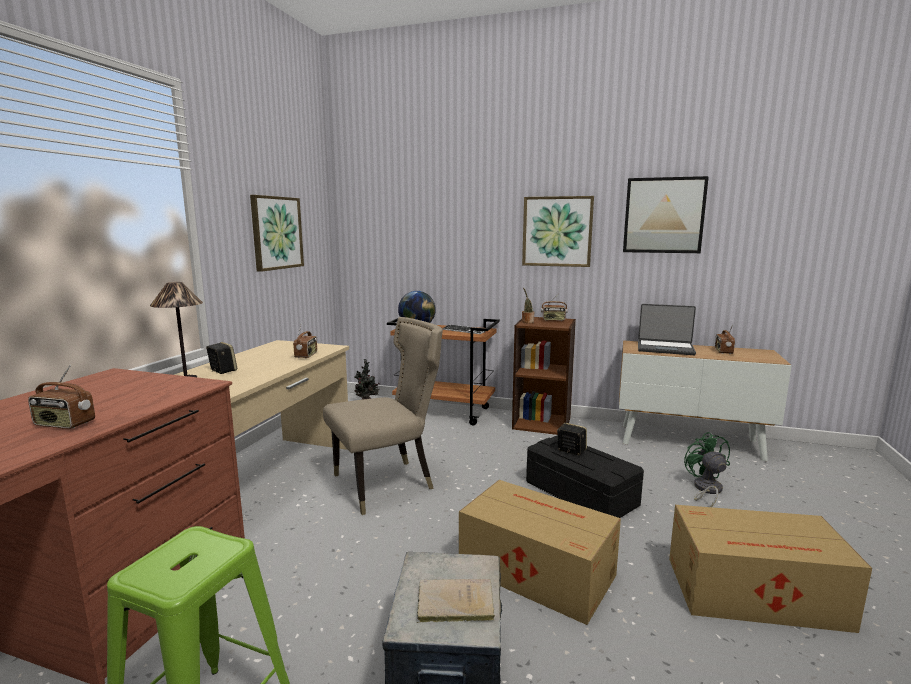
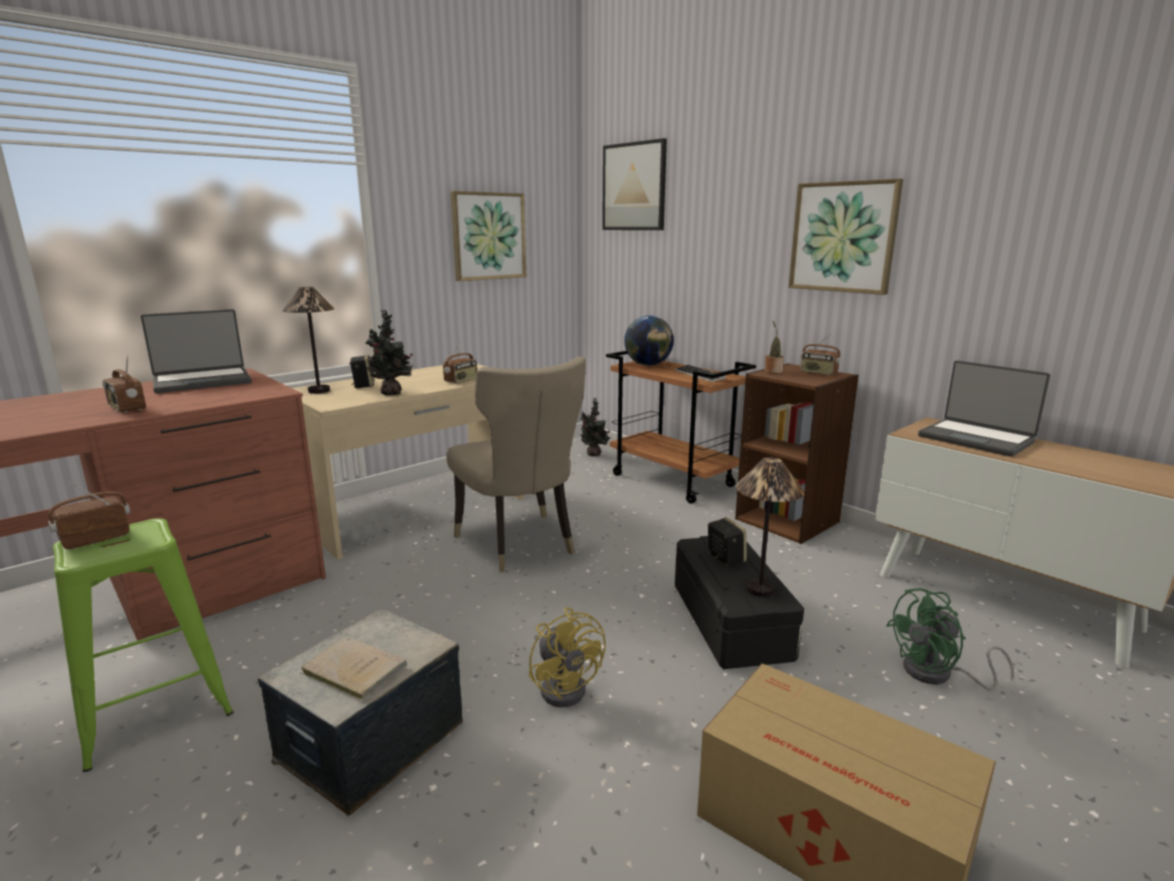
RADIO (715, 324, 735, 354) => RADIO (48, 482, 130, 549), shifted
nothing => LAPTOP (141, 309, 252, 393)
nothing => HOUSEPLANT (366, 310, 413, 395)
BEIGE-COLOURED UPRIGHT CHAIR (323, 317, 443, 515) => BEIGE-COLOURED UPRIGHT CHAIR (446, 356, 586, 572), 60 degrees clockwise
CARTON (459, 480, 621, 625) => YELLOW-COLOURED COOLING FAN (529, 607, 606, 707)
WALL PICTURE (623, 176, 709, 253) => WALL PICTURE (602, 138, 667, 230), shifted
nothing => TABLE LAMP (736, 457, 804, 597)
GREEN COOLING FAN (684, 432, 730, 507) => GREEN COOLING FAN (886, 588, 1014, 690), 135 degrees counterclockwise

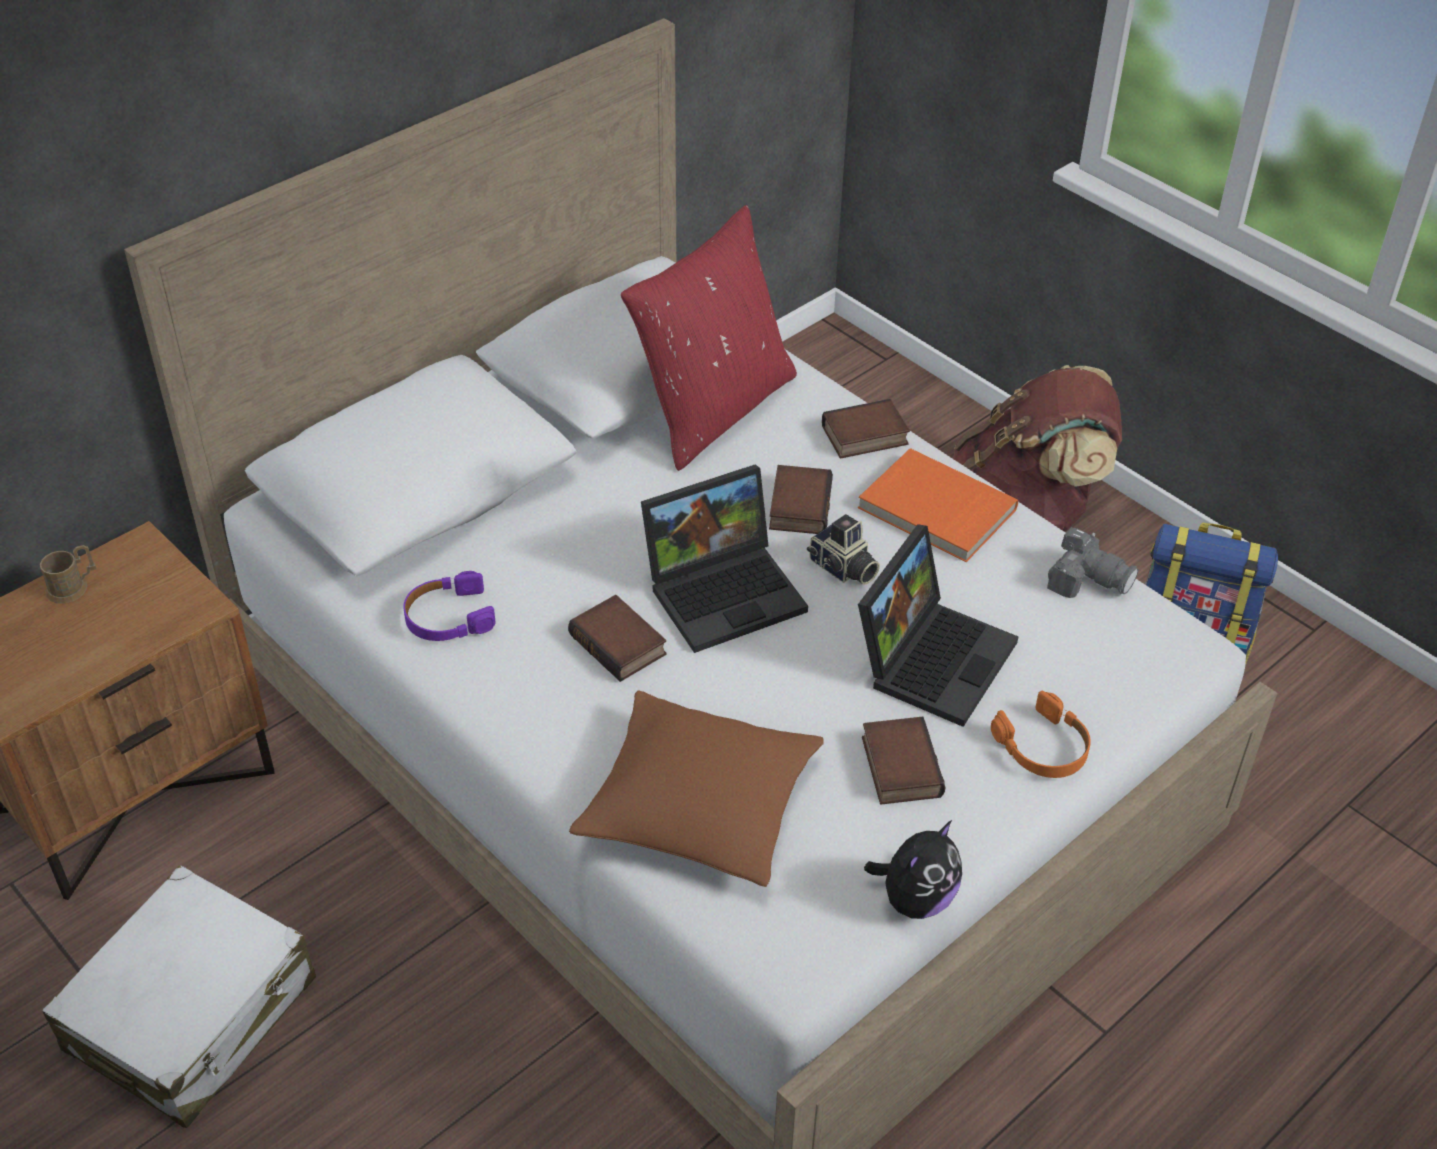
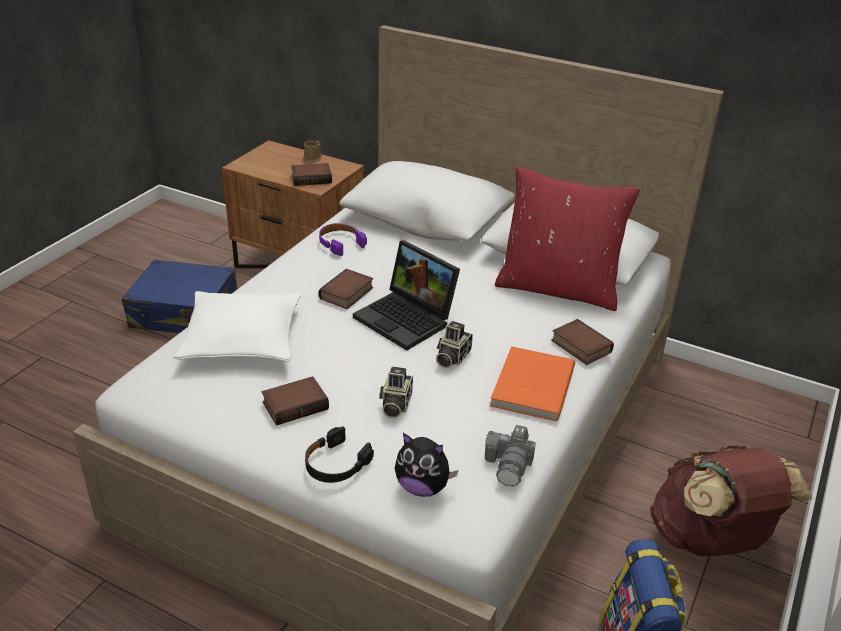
WHITE PIECE OF LUGGAGE (42, 865, 316, 1128) => BLUISH PIECE OF LUGGAGE (122, 260, 238, 334)
BROWNISH CUSHION (569, 690, 824, 887) => WHITE CUSHION (173, 291, 301, 362)
BOUND BOOK (769, 465, 833, 534) => BOUND BOOK (291, 163, 332, 186), shifted
ORANGE HEADPHONES (991, 691, 1091, 778) => BLACK HEADPHONES (305, 426, 374, 483)
LAPTOP (858, 524, 1018, 727) => STILL CAMERA (379, 366, 413, 418)
SOFT TOY (864, 820, 962, 919) => SOFT TOY (395, 433, 459, 497), shifted

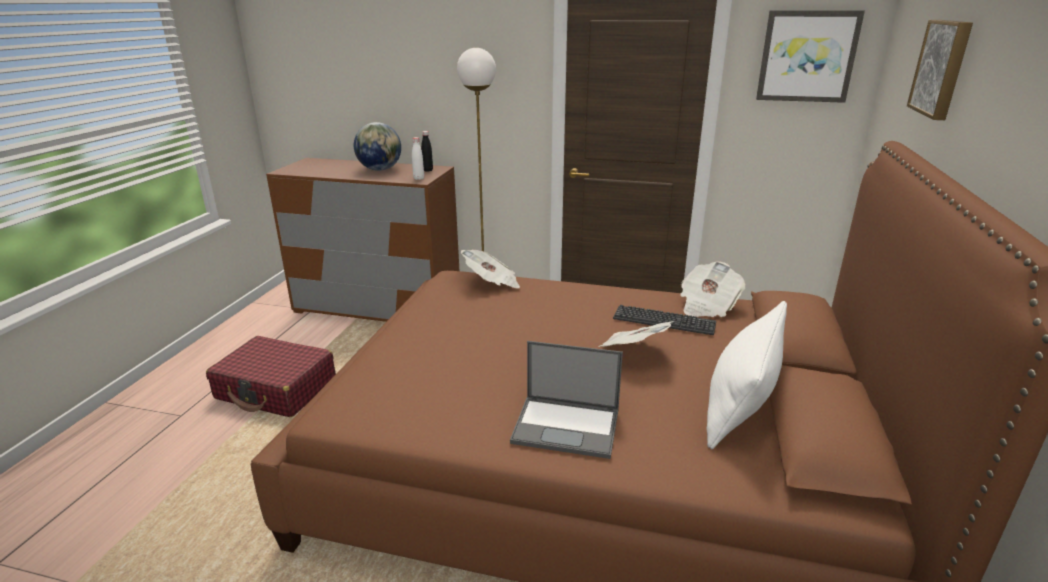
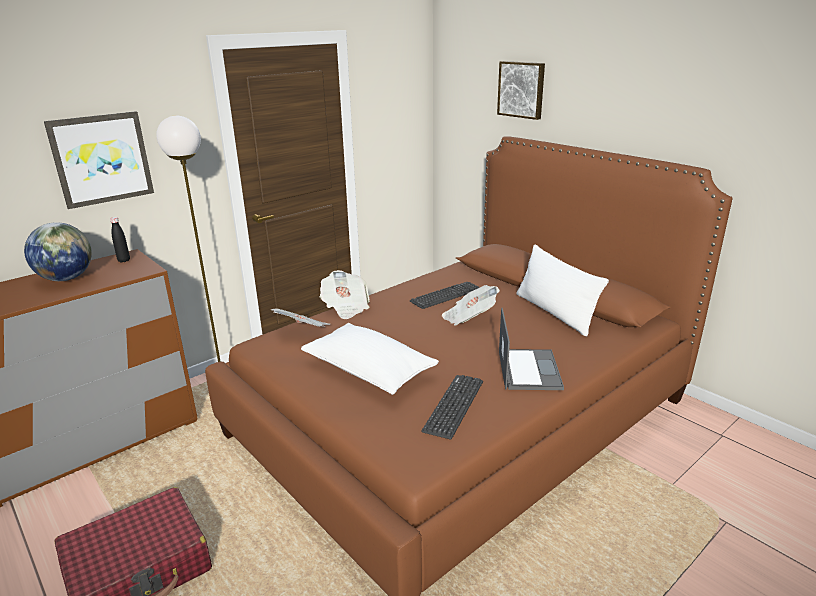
WALL PICTURE (756, 10, 865, 103) => WALL PICTURE (44, 111, 154, 209), shifted
nothing => WHITE CUSHION (301, 323, 439, 395)
DAILY PAPER (680, 261, 746, 317) => DAILY PAPER (320, 270, 370, 319), shifted
nothing => COMPUTER KEYBOARD (421, 375, 483, 439)
LAPTOP (510, 341, 623, 459) => LAPTOP (499, 308, 564, 390), 45 degrees counterclockwise
WHITE BEVERAGE BOTTLE (412, 137, 424, 180) => nothing

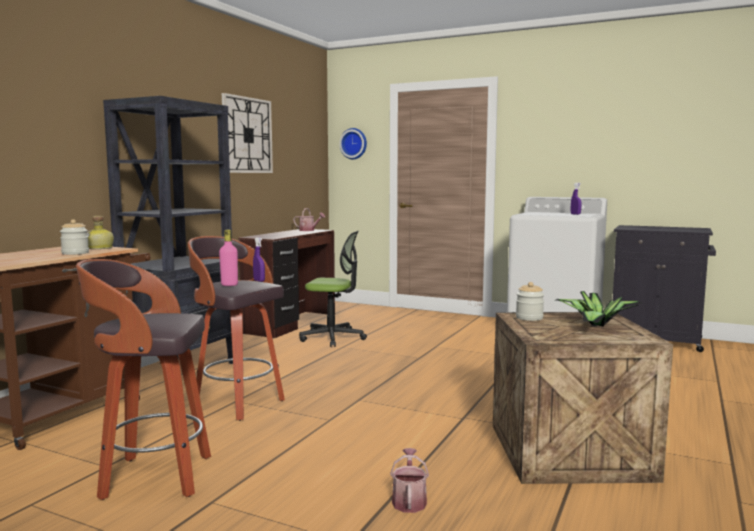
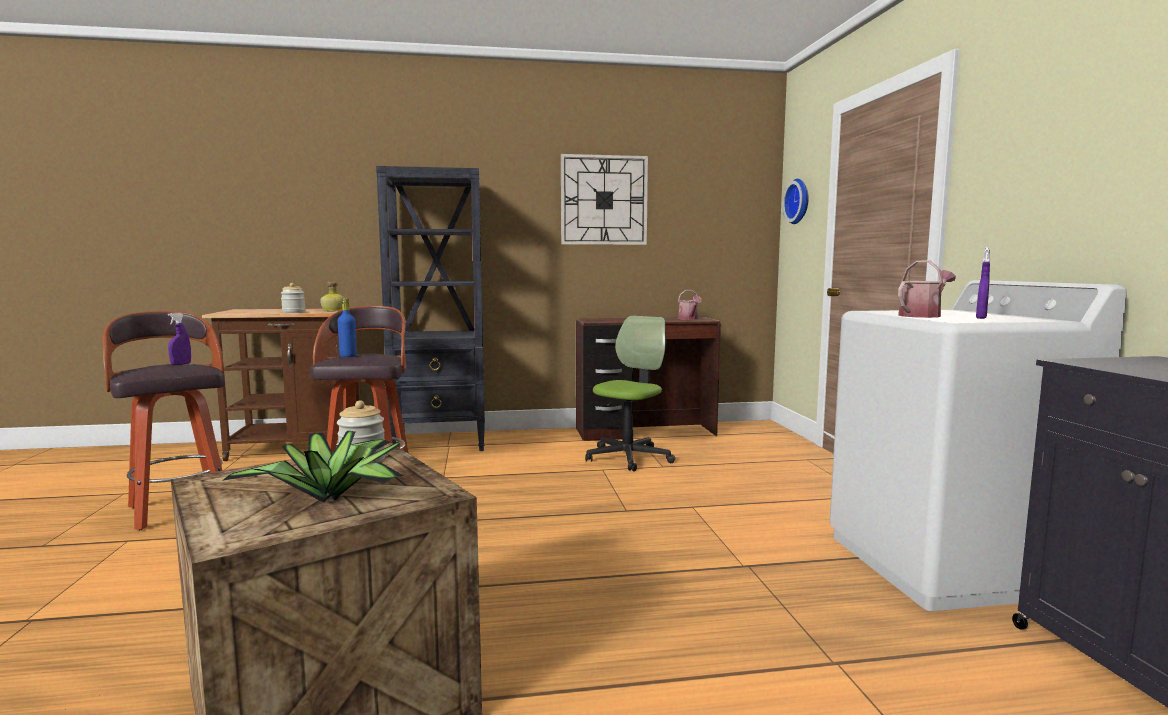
PURPLE SPRAYER (253, 237, 265, 282) => PURPLE SPRAYER (168, 313, 191, 365), shifted
PINK BEVERAGE BOTTLE (219, 230, 238, 286) => BLUISH BEVERAGE BOTTLE (337, 298, 357, 357)
OFFICE CHAIR (299, 231, 367, 347) => OFFICE CHAIR (585, 316, 676, 471), 120 degrees counterclockwise
WATERING CAN (390, 448, 429, 513) => WATERING CAN (898, 261, 956, 318), shifted

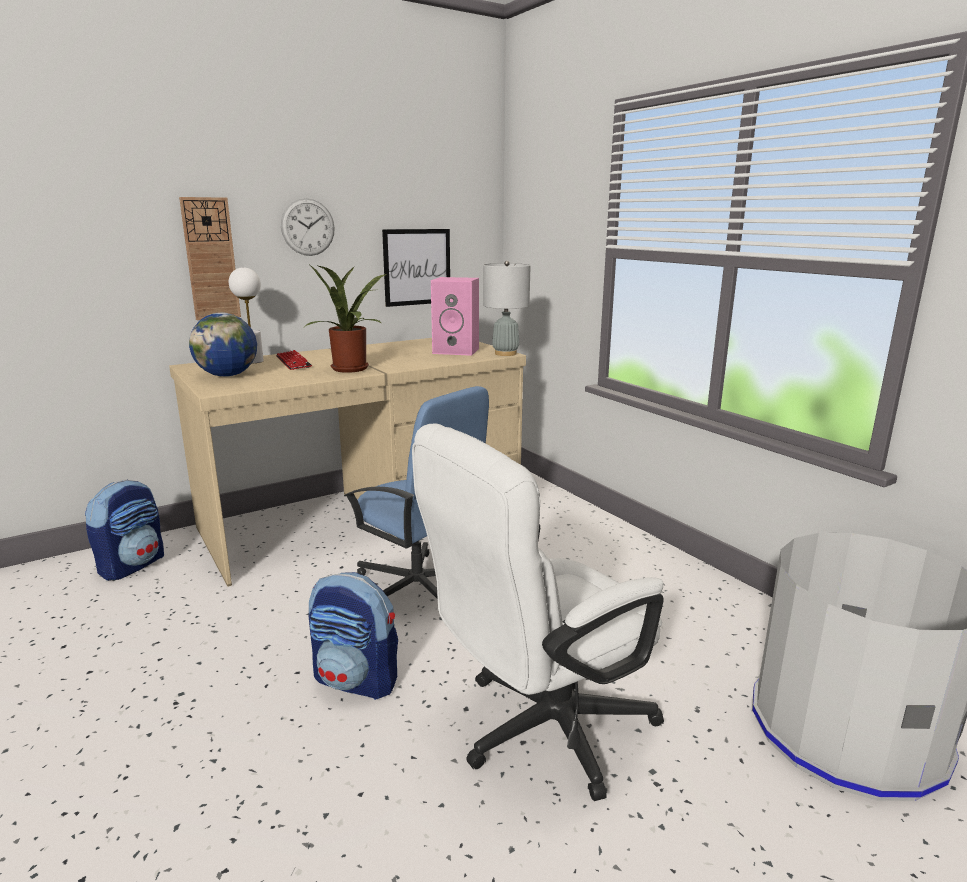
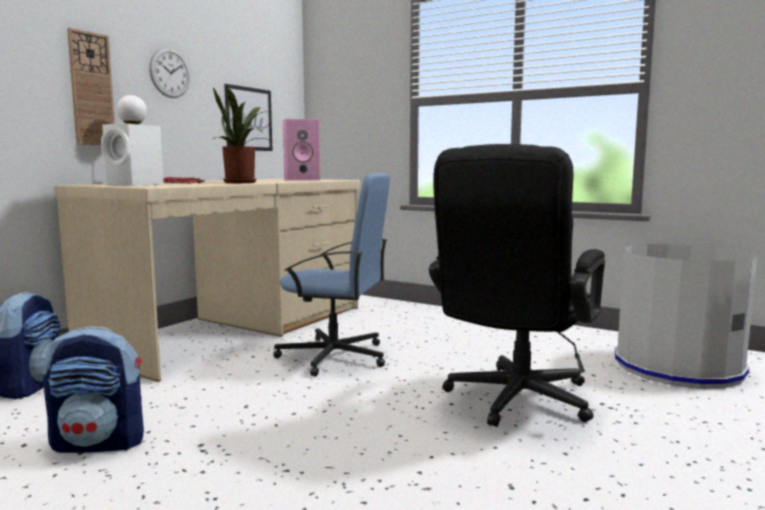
BACKPACK (309, 572, 398, 700) => BACKPACK (43, 326, 144, 453), shifted
GLOBE (189, 313, 257, 377) => WHITE AUDIO SPEAKER (101, 123, 164, 186)
WHITE OFFICE CHAIR (412, 424, 664, 801) => BLACK OFFICE CHAIR (429, 144, 605, 427)
GREY TABLE LAMP (483, 261, 531, 356) => nothing

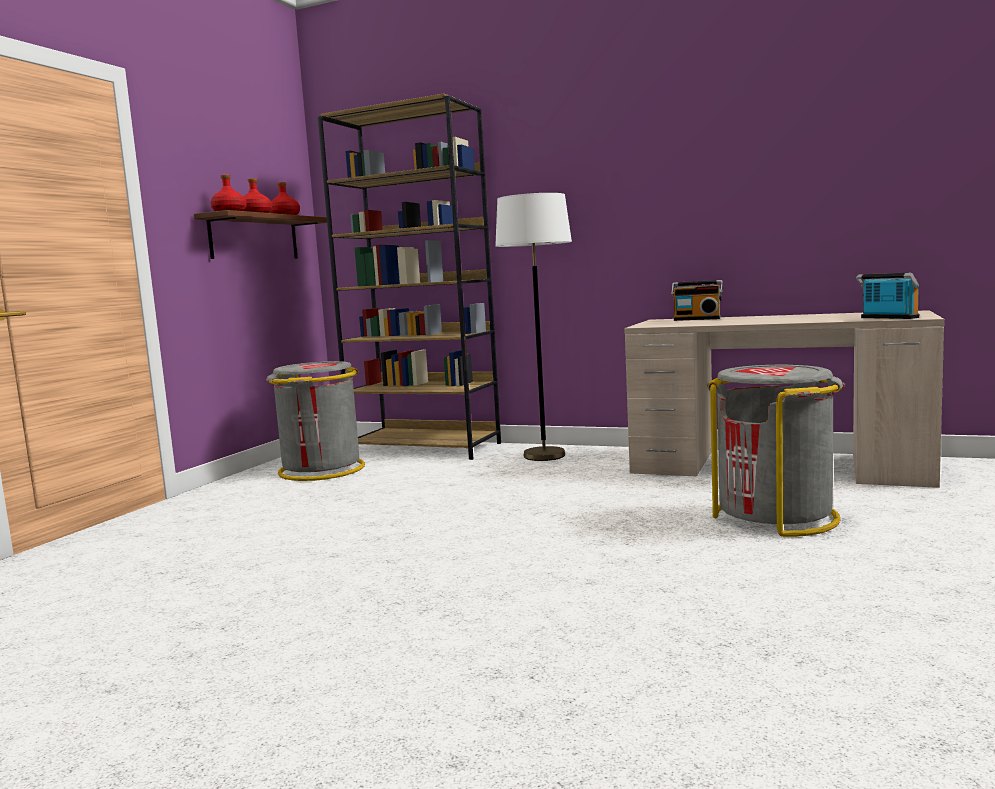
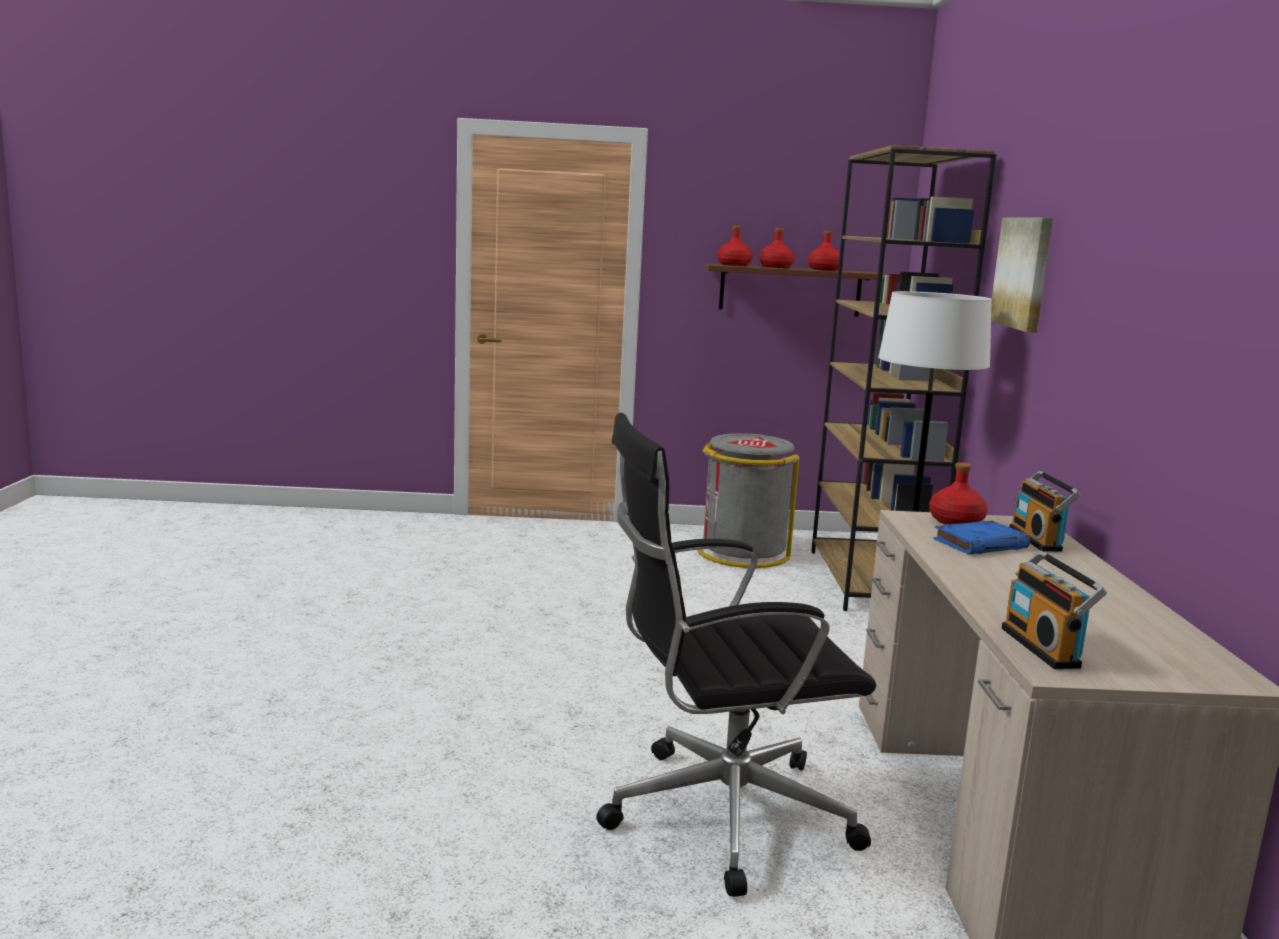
GREY WASTE BIN (707, 365, 845, 537) => BLACK OFFICE CHAIR (596, 413, 876, 897)
nothing => RED BEVERAGE BOTTLE (929, 462, 987, 525)
nothing => BLUISH BOUND BOOK (933, 521, 1030, 554)
nothing => WALL PICTURE (991, 217, 1053, 333)
RADIO (856, 273, 919, 319) => RADIO (1002, 551, 1107, 669), 135 degrees clockwise

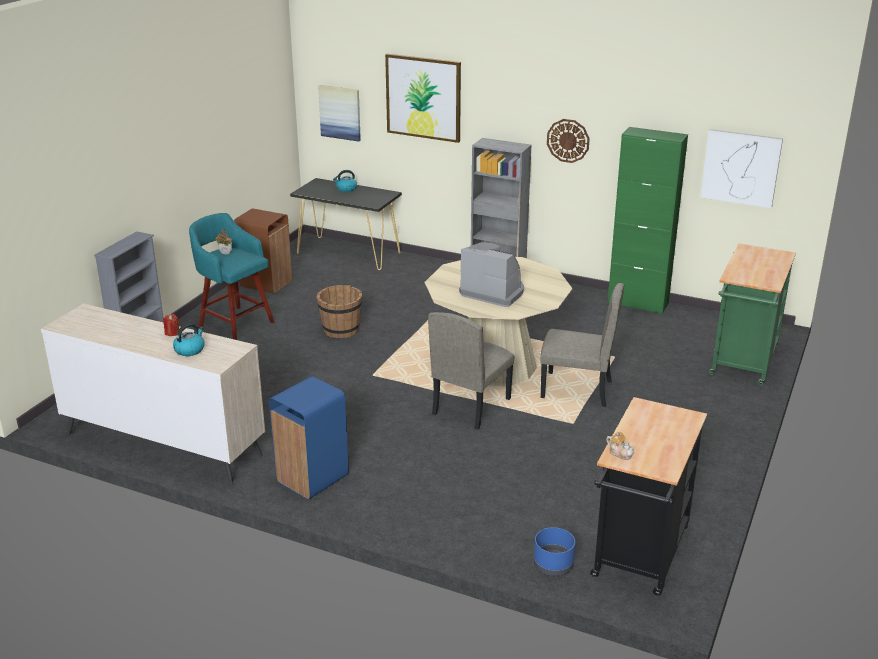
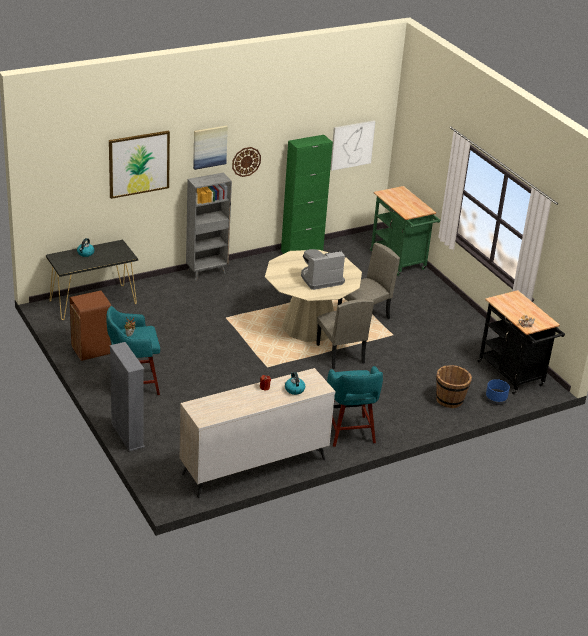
WALL PICTURE (318, 85, 361, 142) => WALL PICTURE (193, 126, 228, 170), shifted
BLUISH WASTE BIN (269, 376, 349, 499) => TURQUOISE-COLOURED STOOL (327, 366, 383, 447)
BROWNISH BUCKET (317, 285, 362, 338) => BROWNISH BUCKET (436, 365, 472, 408), shifted

